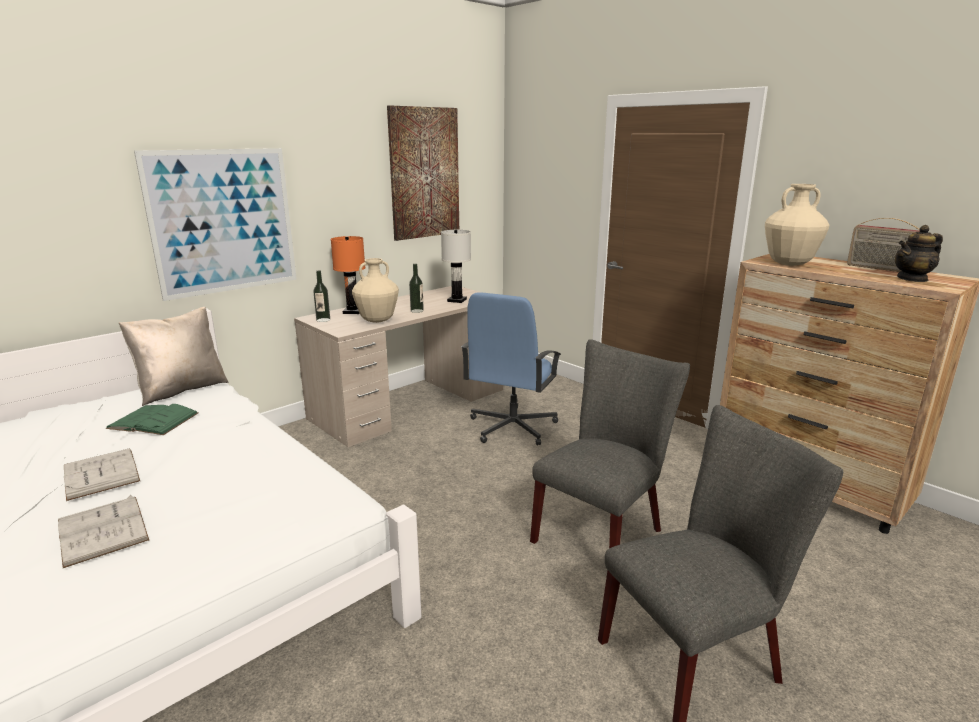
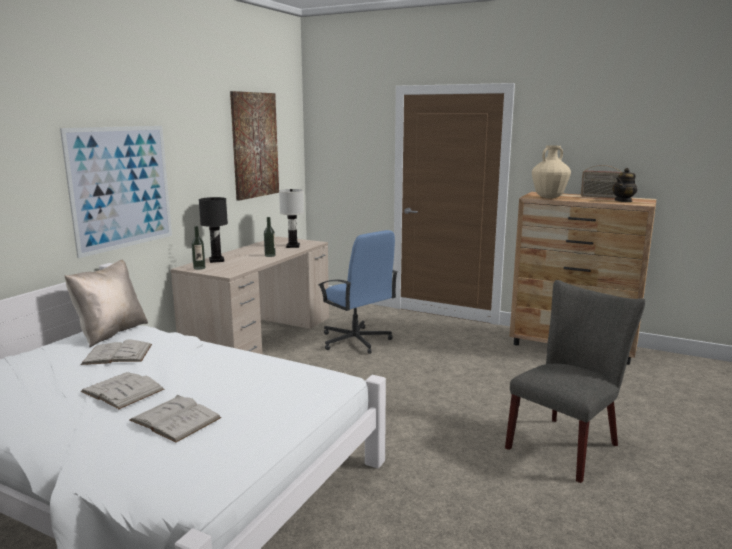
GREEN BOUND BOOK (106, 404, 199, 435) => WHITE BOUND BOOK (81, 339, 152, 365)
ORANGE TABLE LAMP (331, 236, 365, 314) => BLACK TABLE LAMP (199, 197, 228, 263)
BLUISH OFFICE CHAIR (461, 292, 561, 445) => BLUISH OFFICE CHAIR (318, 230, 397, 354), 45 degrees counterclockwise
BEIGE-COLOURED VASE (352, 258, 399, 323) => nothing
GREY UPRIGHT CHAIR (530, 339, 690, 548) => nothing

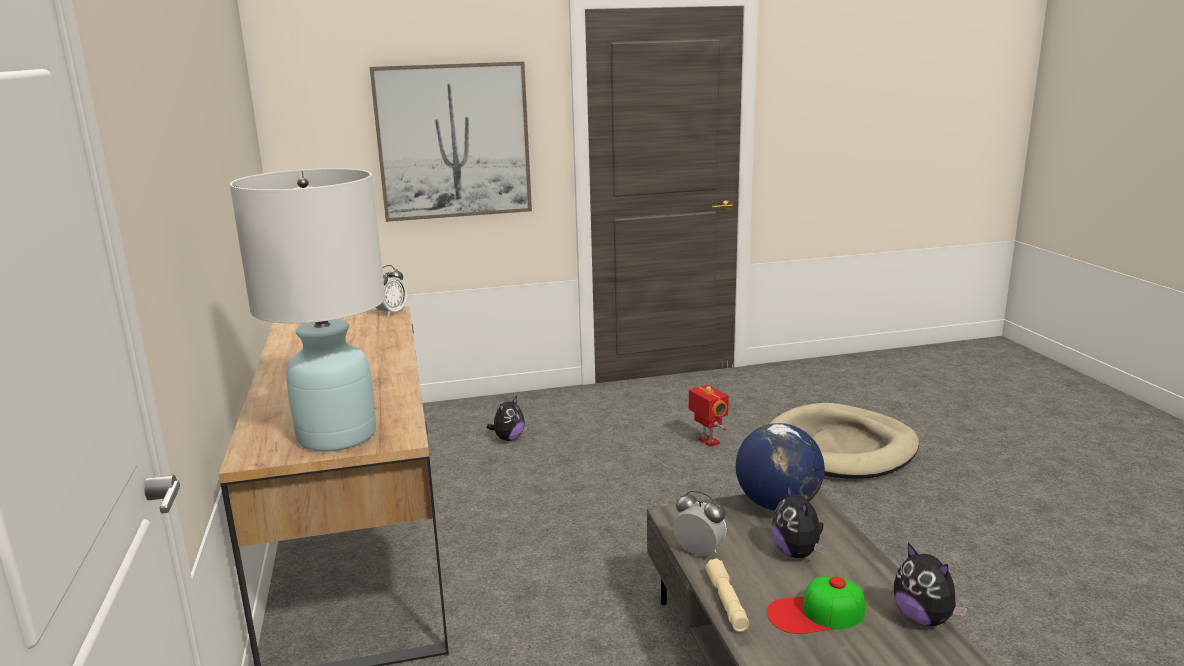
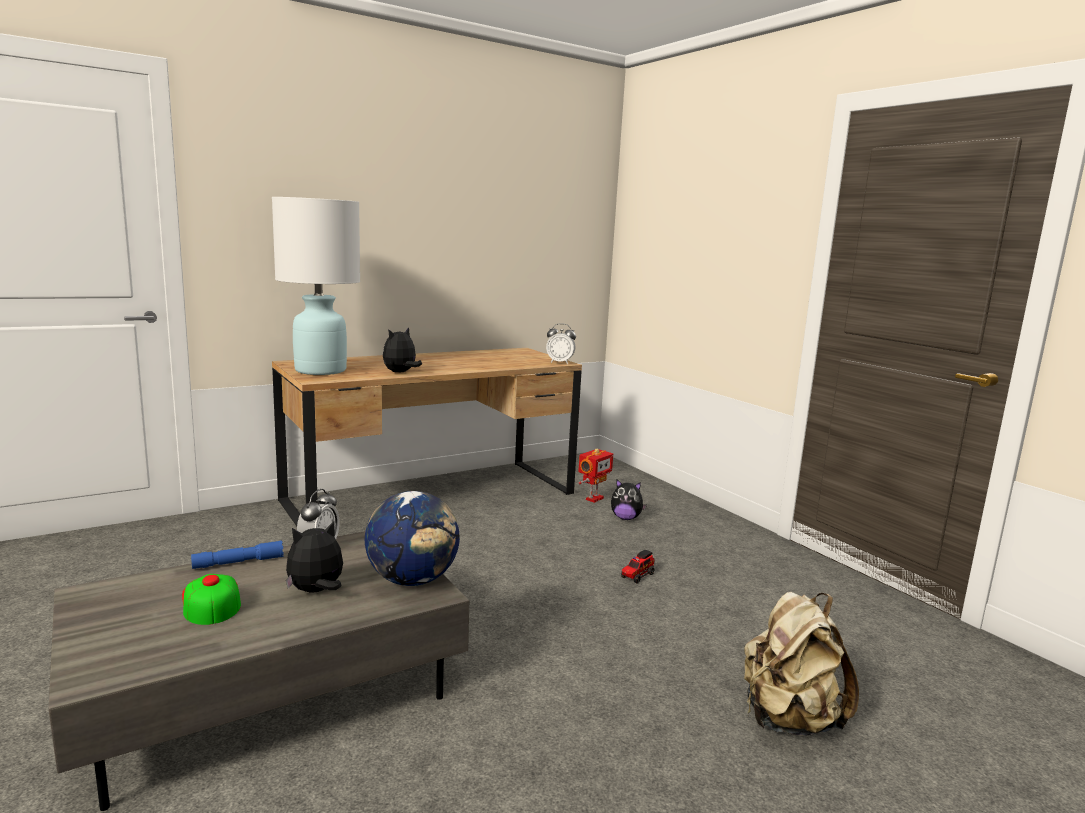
BEIGE-COLOURED HAND TORCH (705, 559, 749, 632) => BLUISH HAND TORCH (191, 540, 284, 569)
SOFT TOY (894, 543, 968, 626) => SOFT TOY (383, 327, 422, 373), shifted
MODEL ROBOT (689, 385, 729, 447) => MODEL ROBOT (578, 449, 613, 503), shifted
nothing => TOY LORRY (621, 550, 655, 583)
BEIGE-COLOURED DOG CUSHION (769, 403, 919, 479) => BEIGE-COLOURED BACKPACK (744, 592, 859, 736)
WALL PICTURE (370, 62, 532, 222) => nothing

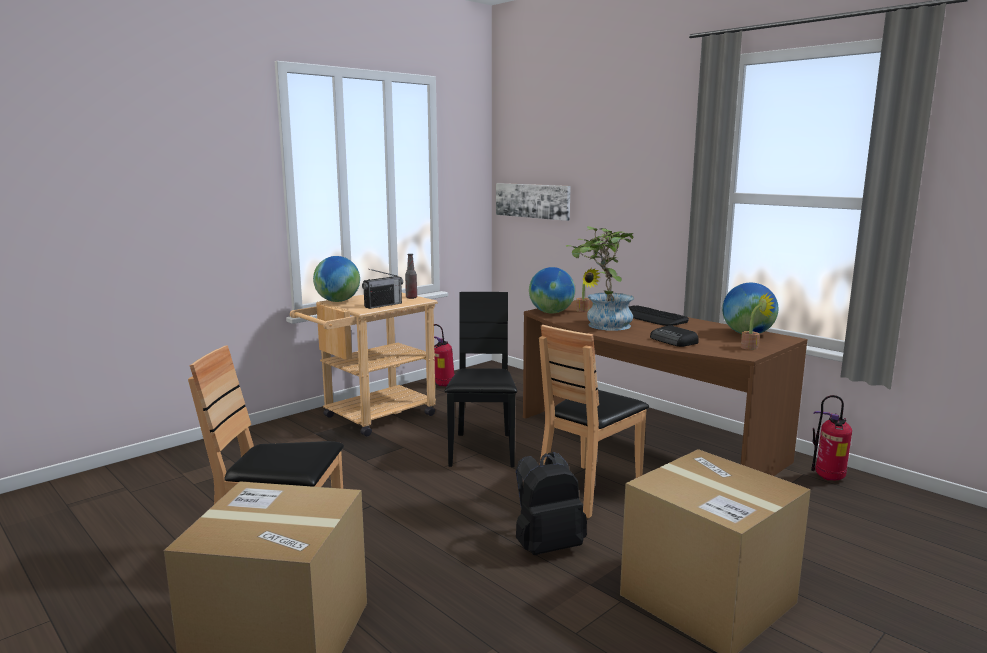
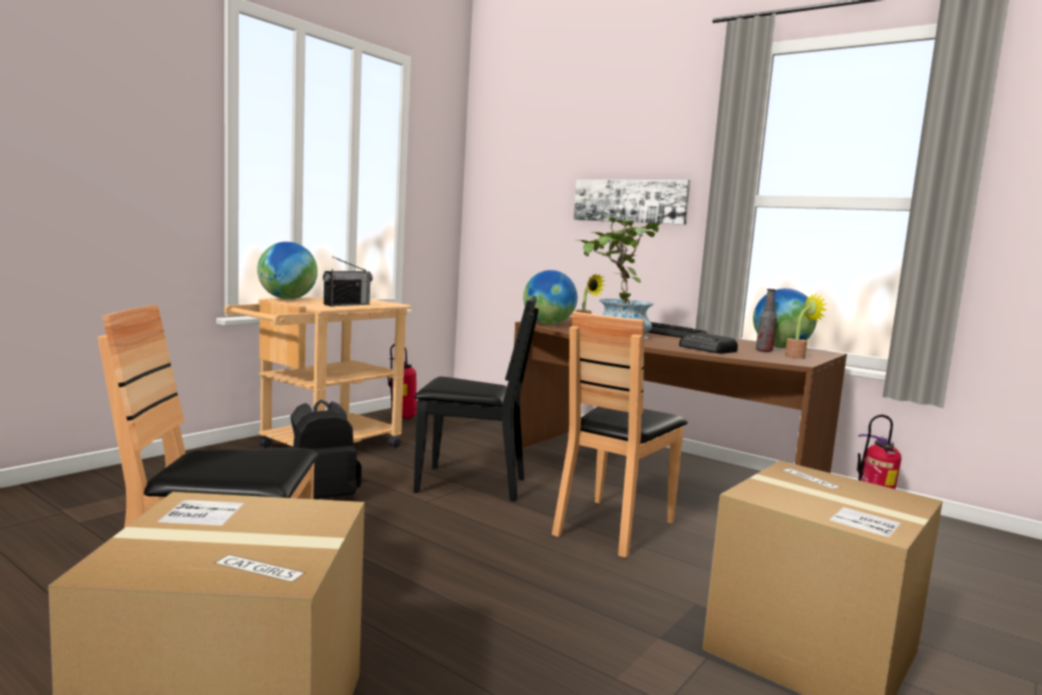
BLACK BACKPACK (516, 452, 587, 555) => BLACK BACKPACK (291, 400, 362, 499), shifted
BLACK UPRIGHT CHAIR (445, 292, 517, 467) => BLACK UPRIGHT CHAIR (414, 296, 539, 501), 105 degrees clockwise
WALL PICTURE (496, 183, 571, 221) => WALL PICTURE (573, 180, 690, 225), shifted
BEVERAGE BOTTLE (405, 254, 417, 299) => BEVERAGE BOTTLE (756, 289, 776, 352), shifted

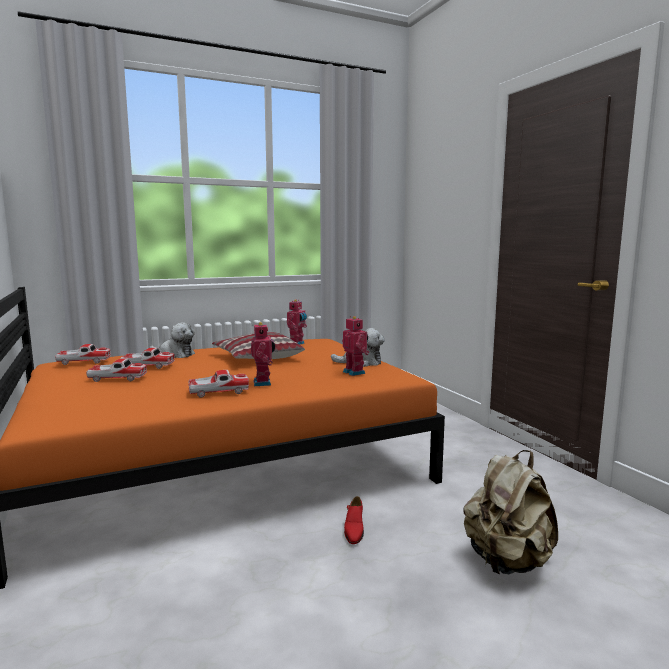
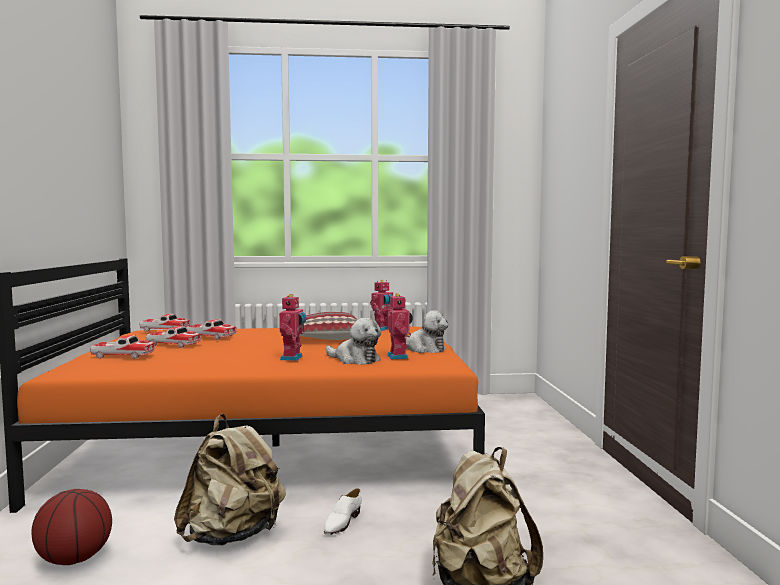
nothing => BALL FOR BASKETBALL (31, 489, 112, 565)
TOY CAR (188, 370, 249, 398) => TOY CAR (90, 335, 155, 359), shifted
nothing => BEIGE-COLOURED BACKPACK (174, 414, 286, 545)
RED LOW SHOE (344, 496, 364, 544) => WHITE LOW SHOE (324, 488, 362, 535)
SOFT TOY (149, 322, 195, 358) => SOFT TOY (326, 318, 381, 365), shifted

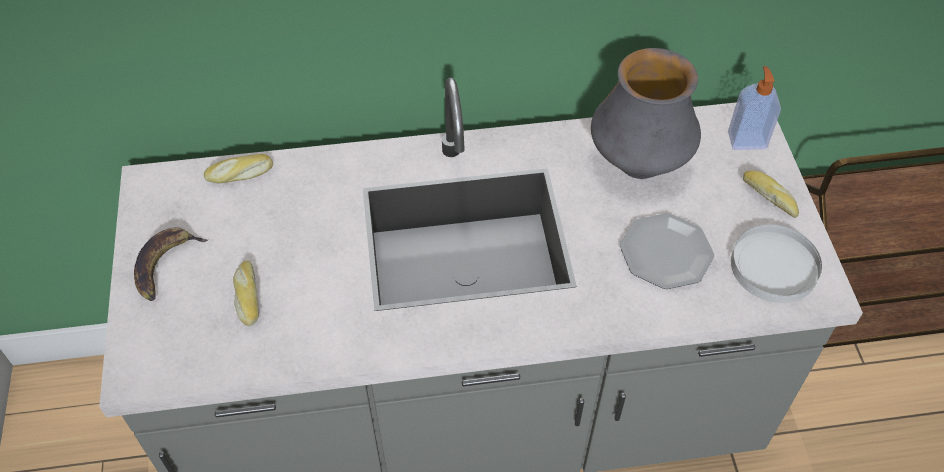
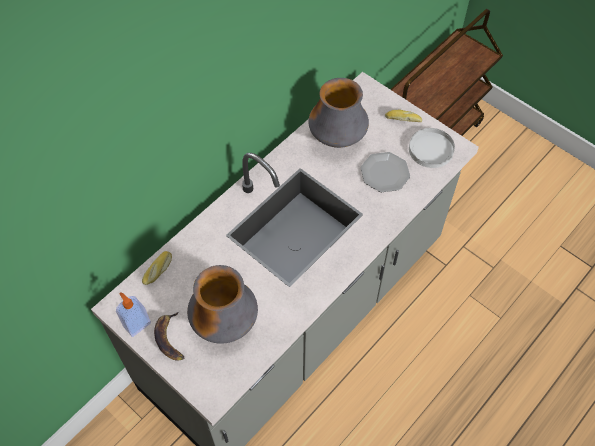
SOAP DISPENSER (728, 66, 781, 150) => SOAP DISPENSER (116, 292, 151, 337), shifted
BAKERY BREAD (233, 261, 259, 326) => VASE (187, 265, 258, 344)

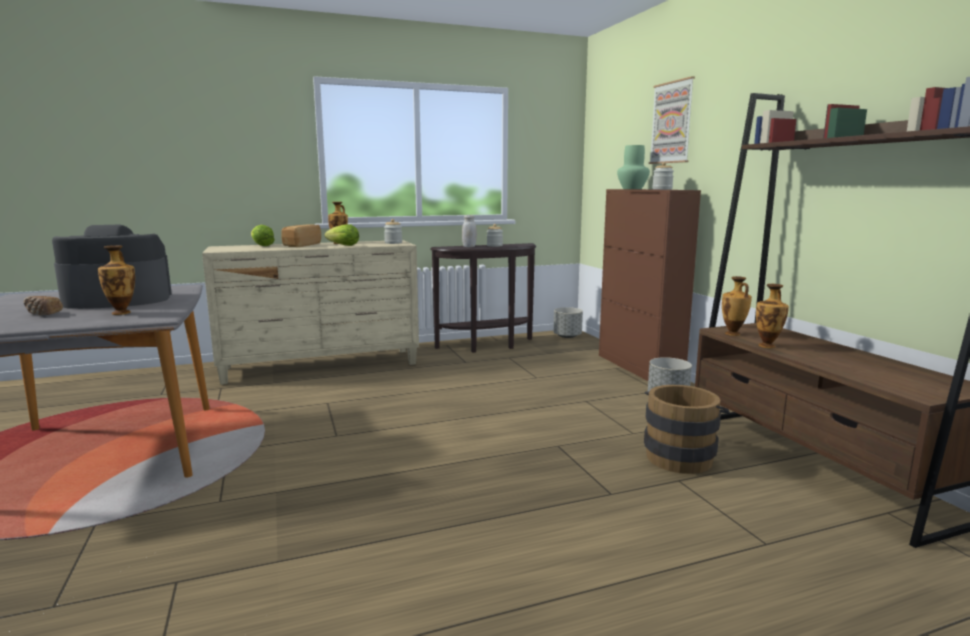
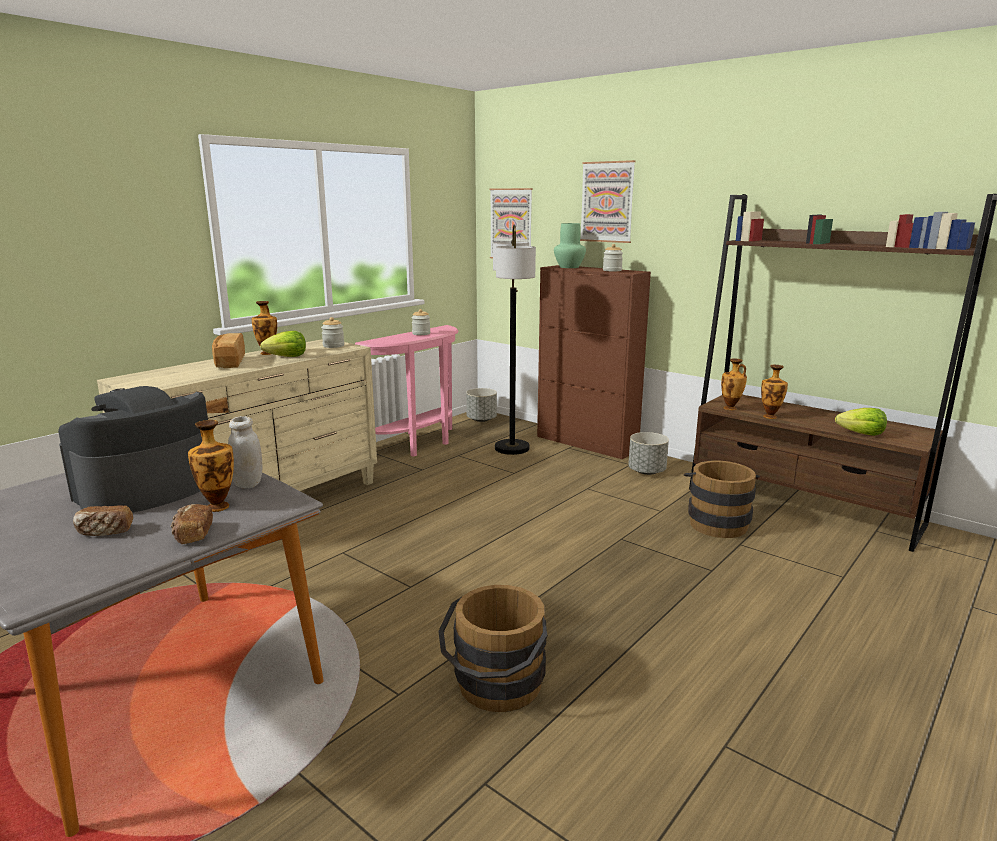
nothing => BAKERY BREAD (171, 504, 213, 544)
WHITE JAR (462, 215, 477, 247) => WHITE JAR (228, 416, 263, 488), shifted
BROWNISH HALL TABLE (430, 243, 536, 353) => PINK HALL TABLE (355, 325, 459, 457)
nothing => BROWNISH BUCKET (438, 585, 548, 712)
nothing => WALL PICTURE (490, 188, 533, 258)
nothing => FLOOR LAMP (493, 224, 536, 455)
LETTUCE (251, 225, 275, 246) => LETTUCE (835, 408, 887, 436), shifted

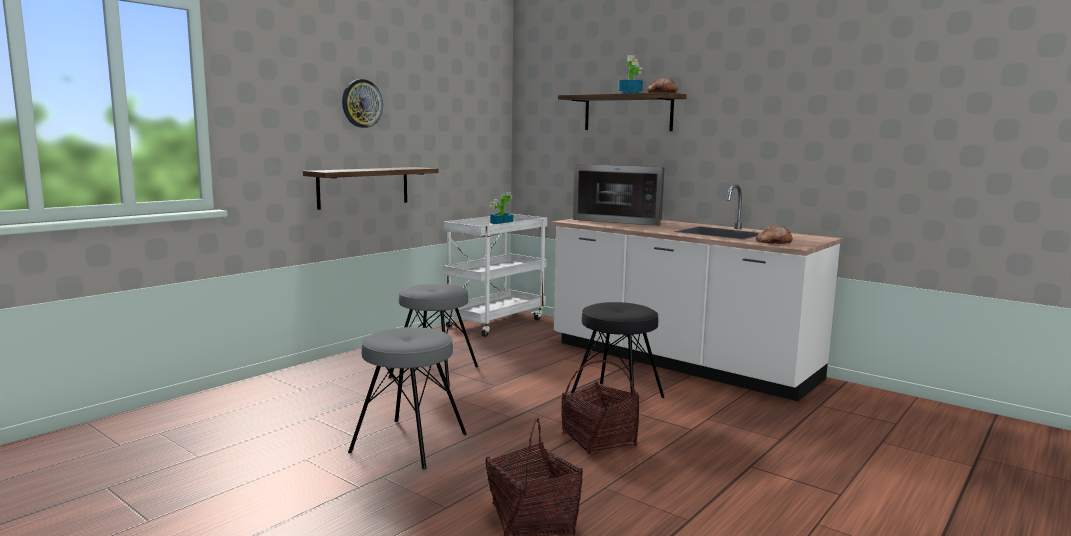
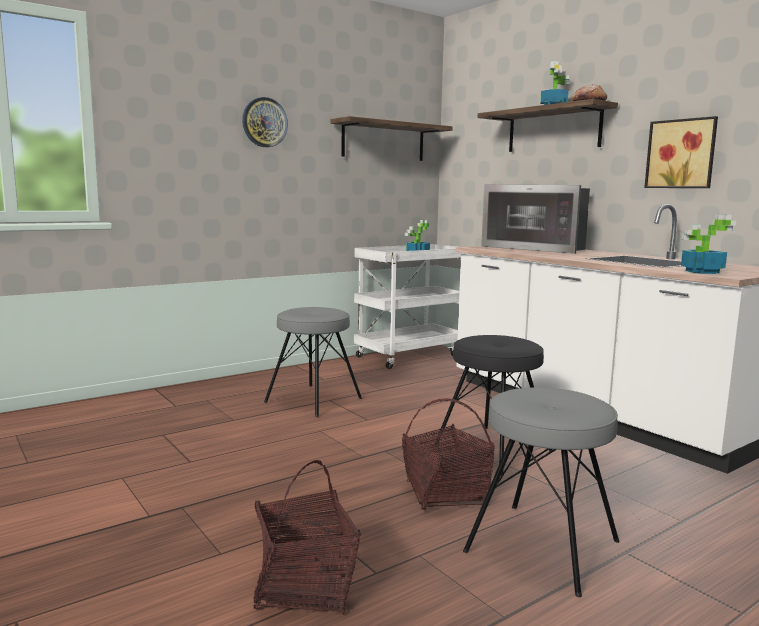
WALL SHELF (303, 167, 439, 210) => WALL SHELF (331, 116, 453, 161), shifted
GREY STOOL (348, 327, 467, 469) => GREY STOOL (463, 387, 620, 597), shifted
nothing => WALL PICTURE (644, 116, 718, 188)
BAKERY BREAD (756, 226, 793, 244) => HOUSEPLANT (681, 214, 736, 274)

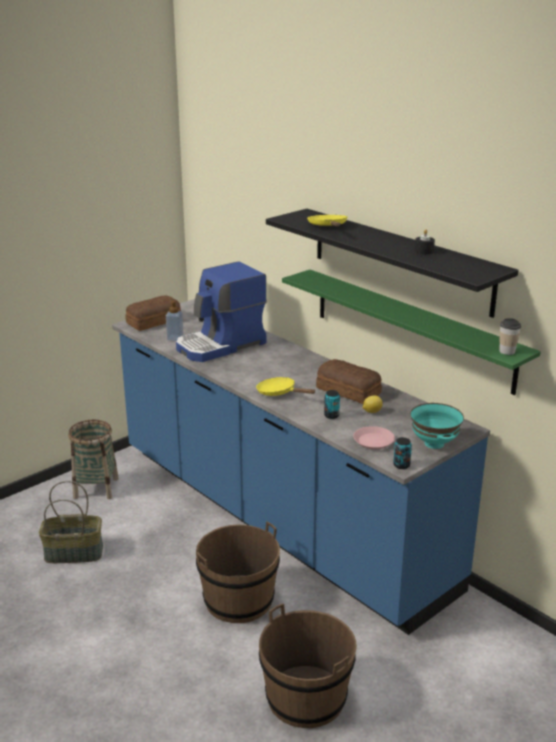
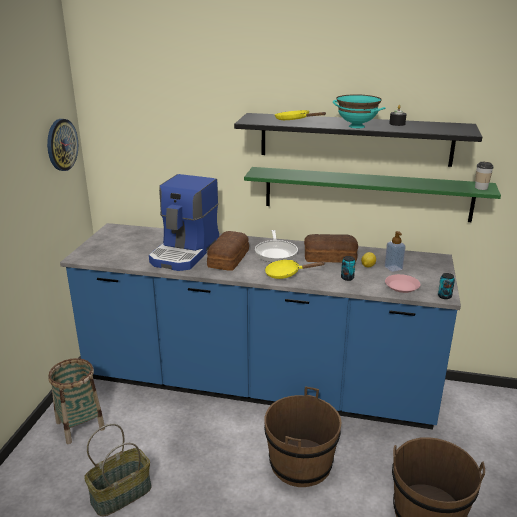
nothing => HANGING CLOCK (47, 119, 78, 171)
BAKERY BREAD (126, 295, 181, 331) => BAKERY BREAD (207, 231, 249, 271), shifted
nothing => SKILLET (255, 230, 298, 262)
TURQUOISE-COLOURED SERVING BOWL (410, 403, 464, 449) => TURQUOISE-COLOURED SERVING BOWL (333, 94, 385, 128), shifted
SOAP DISPENSER (166, 301, 184, 341) => SOAP DISPENSER (384, 231, 406, 272), shifted

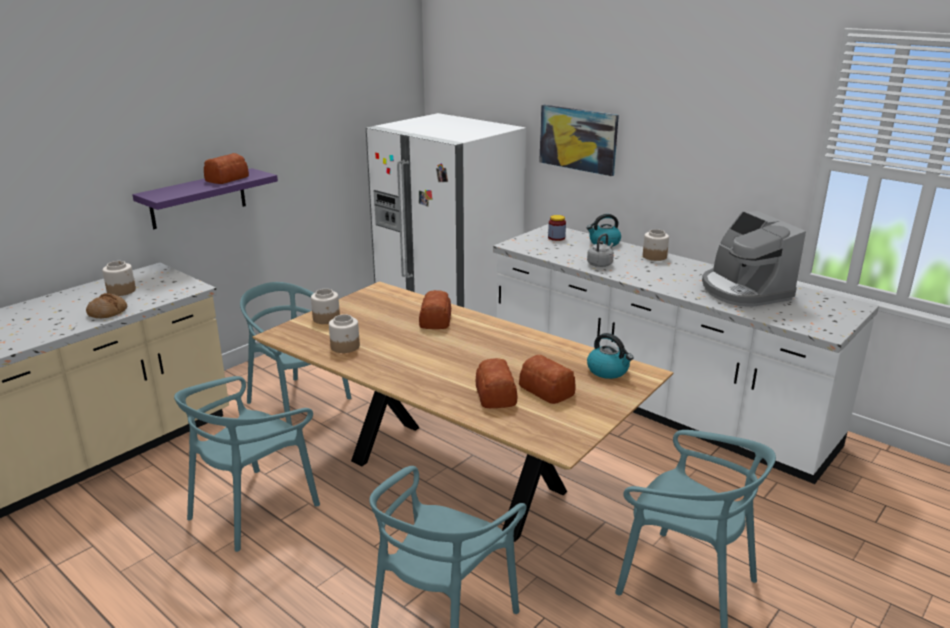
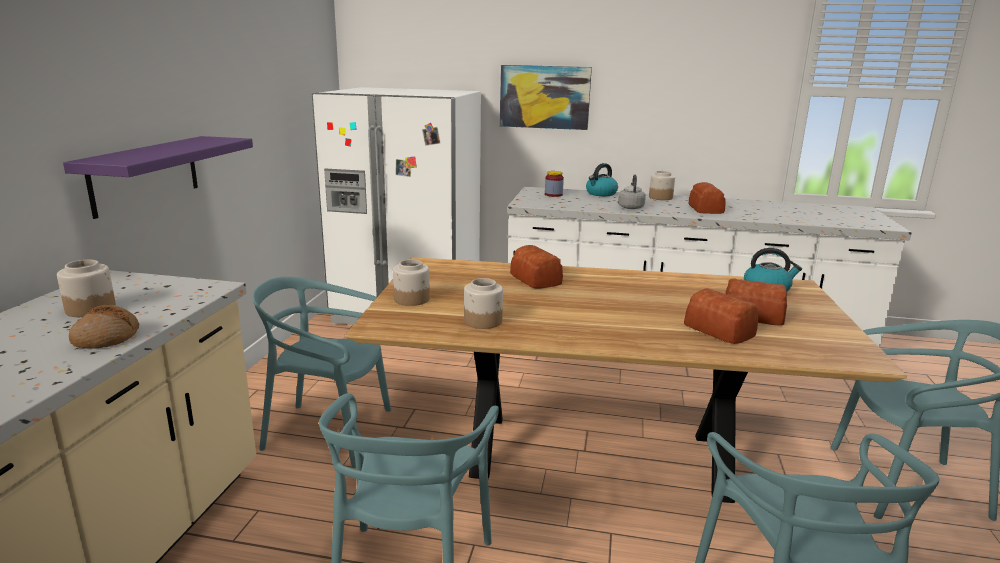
BAKERY BREAD (204, 153, 249, 184) => BAKERY BREAD (688, 182, 726, 214), shifted
COFFEE BREWER (702, 211, 806, 307) => nothing

